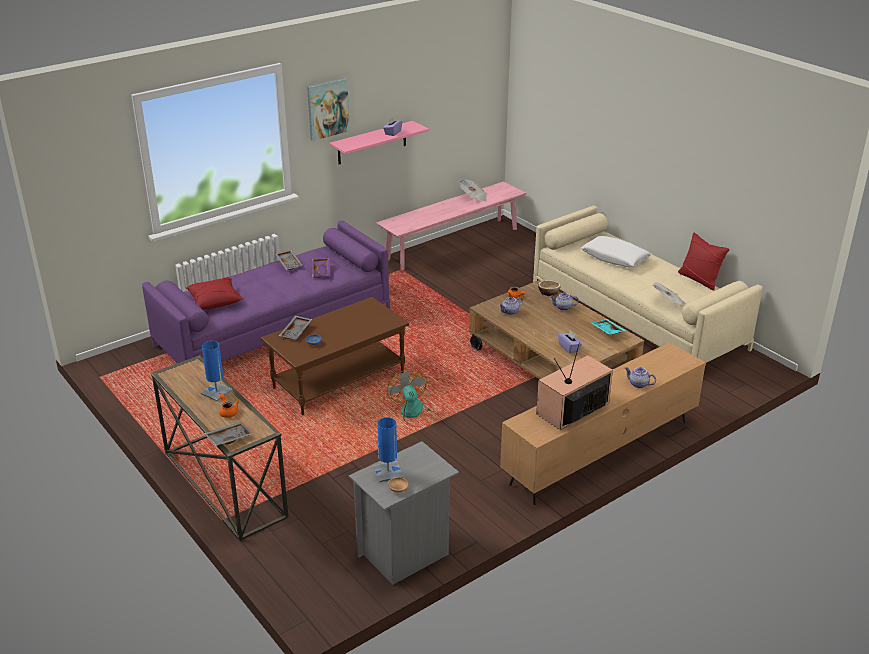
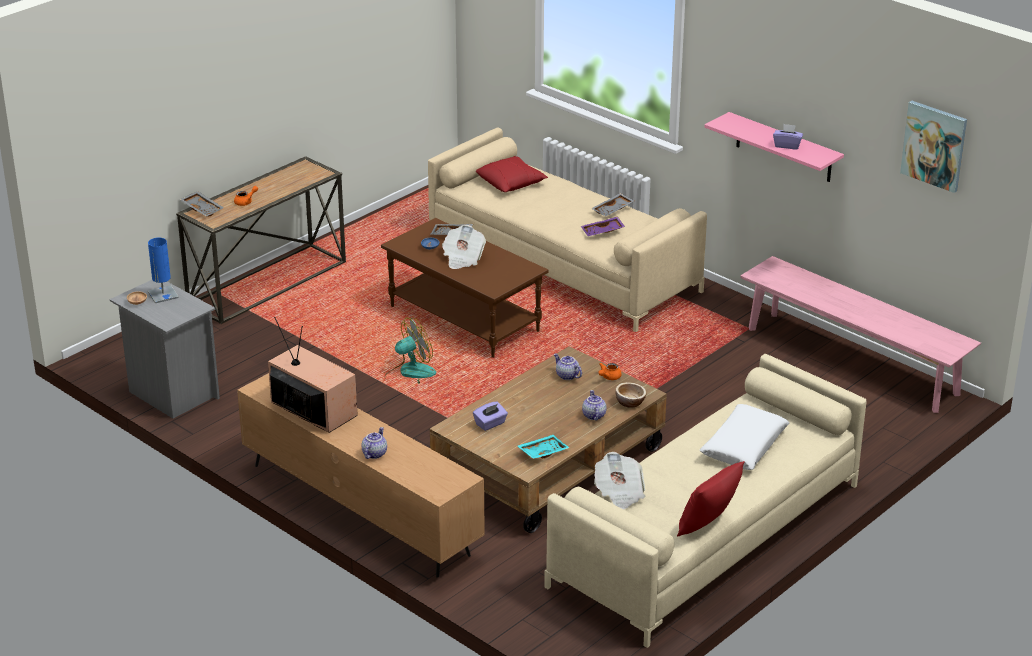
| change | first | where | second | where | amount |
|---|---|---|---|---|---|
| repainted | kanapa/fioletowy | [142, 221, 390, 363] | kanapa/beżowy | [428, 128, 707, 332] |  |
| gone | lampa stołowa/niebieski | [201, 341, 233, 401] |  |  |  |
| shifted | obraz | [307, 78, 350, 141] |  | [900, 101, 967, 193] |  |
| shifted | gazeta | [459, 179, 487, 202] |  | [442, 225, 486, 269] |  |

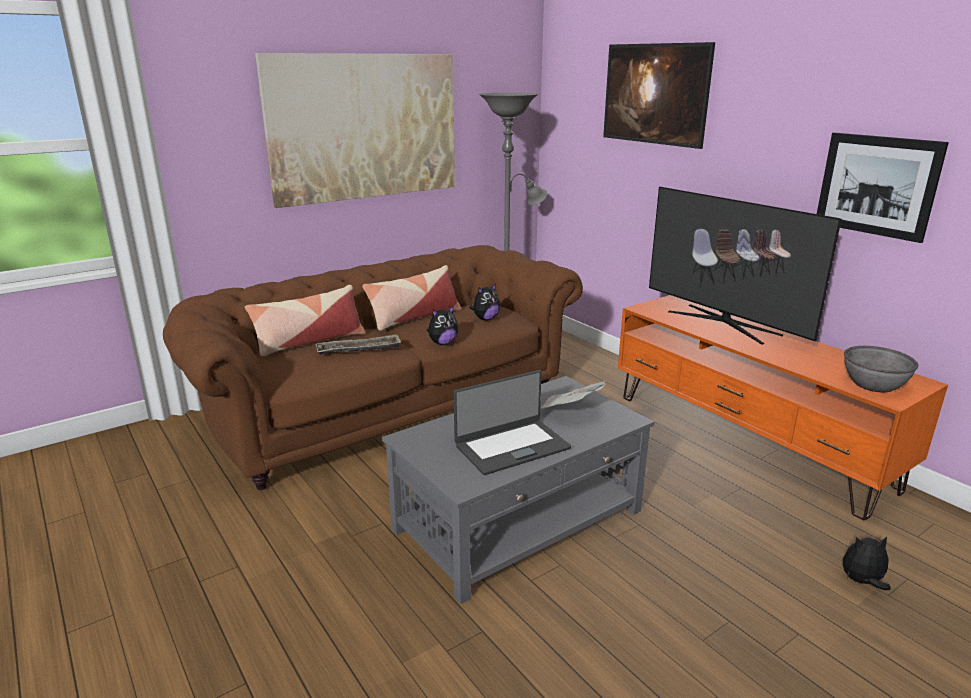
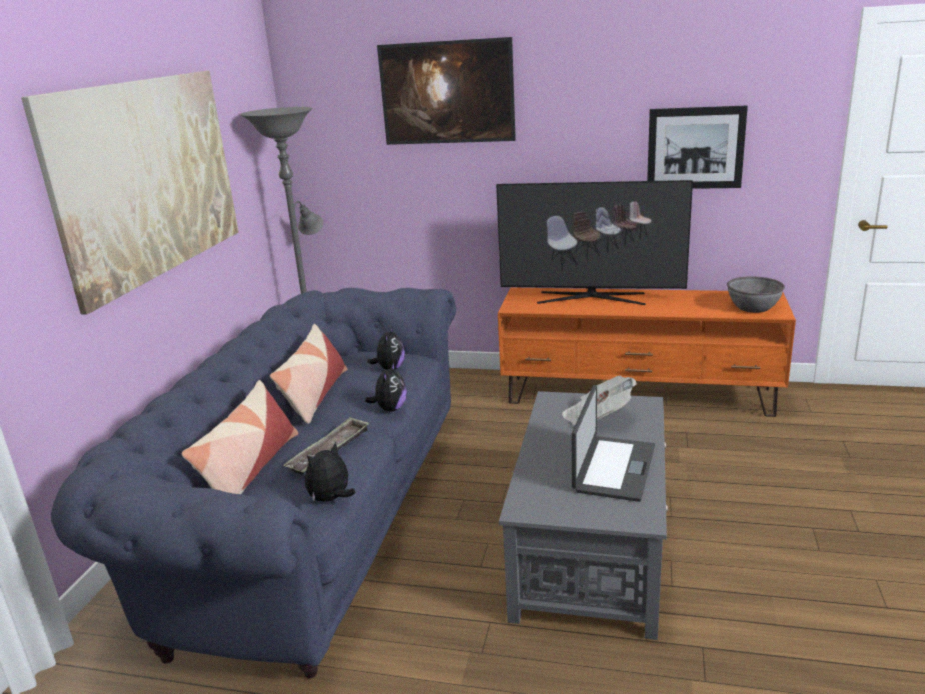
| change | first | where | second | where | amount |
|---|---|---|---|---|---|
| repainted | kanapa/brązowy | [163, 245, 583, 490] | kanapa/niebieski | [51, 288, 456, 678] |  |
| shifted | pluszak | [843, 537, 891, 590] |  | [305, 442, 355, 503] |  |

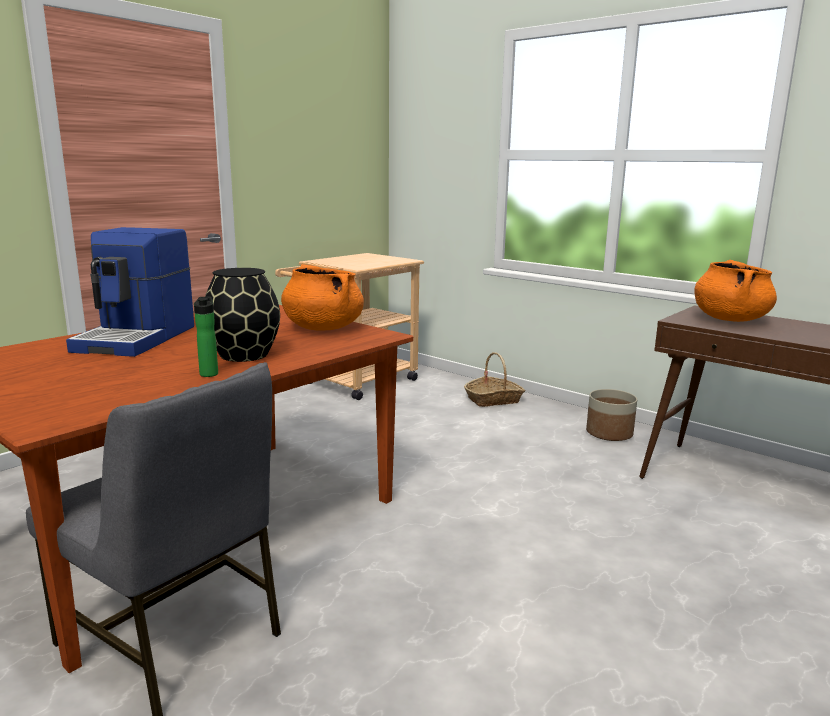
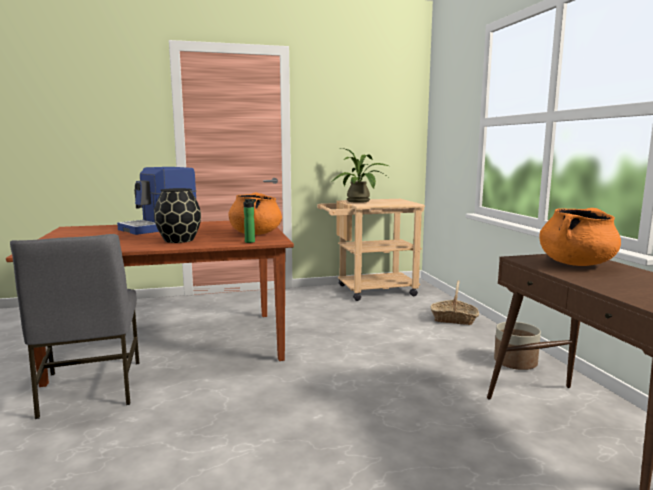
| change | first | where | second | where | amount |
|---|---|---|---|---|---|
| shifted | butelka | [194, 297, 218, 377] |  | [244, 199, 256, 243] |  |
| new |  |  | roślina doniczkowa | [331, 148, 388, 203] |  |

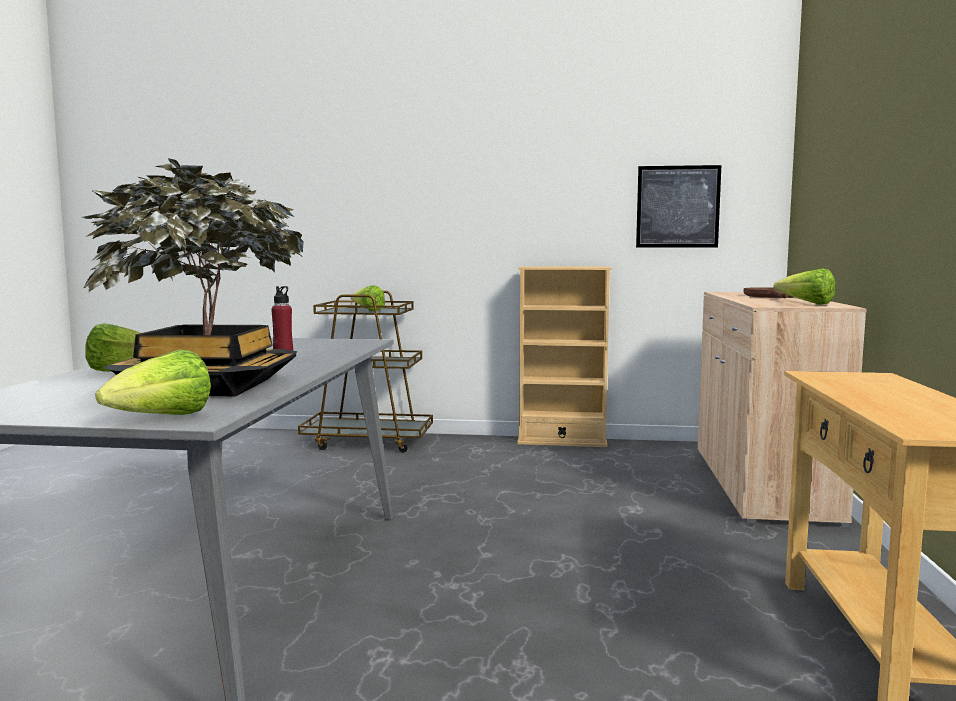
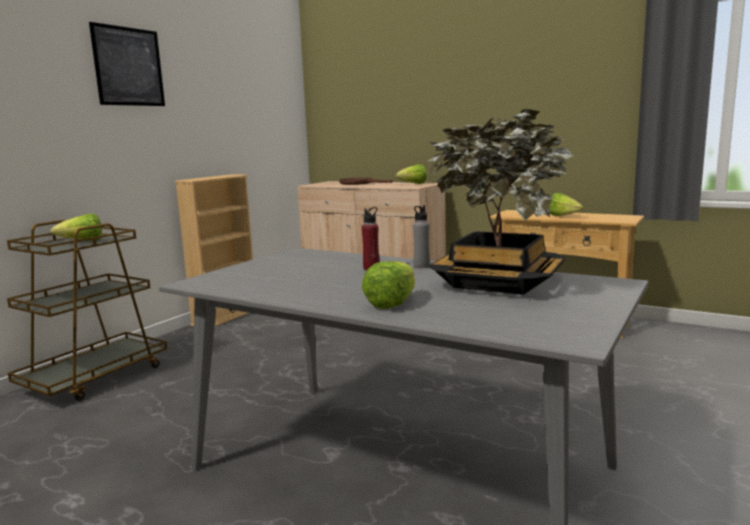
| change | first | where | second | where | amount |
|---|---|---|---|---|---|
| shifted | sałata | [96, 350, 211, 415] |  | [549, 193, 584, 216] |  |
| shifted | obraz | [636, 165, 721, 248] |  | [89, 22, 165, 106] |  |
| new |  |  | butelka/szary | [413, 205, 430, 268] |  |

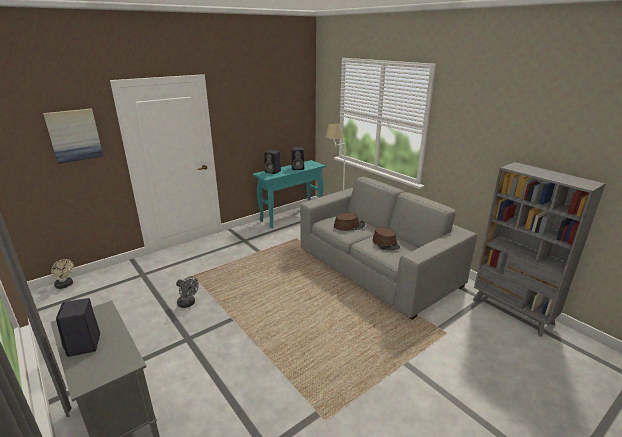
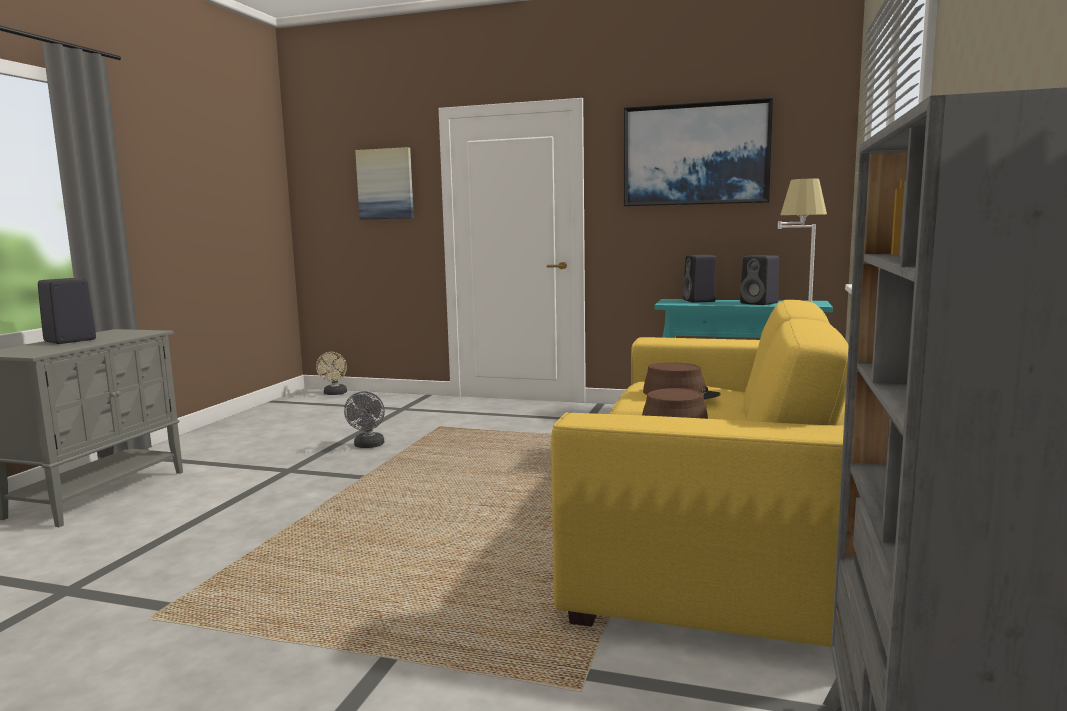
| change | first | where | second | where | amount |
|---|---|---|---|---|---|
| repainted | kanapa/szary | [300, 177, 477, 320] | kanapa/żółty | [551, 300, 849, 647] |  |
| new |  |  | obraz | [624, 98, 773, 206] |  |

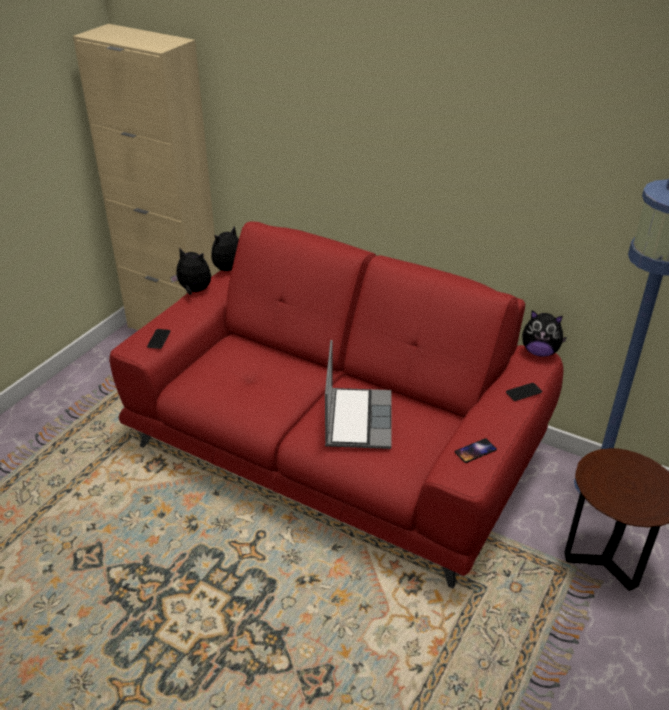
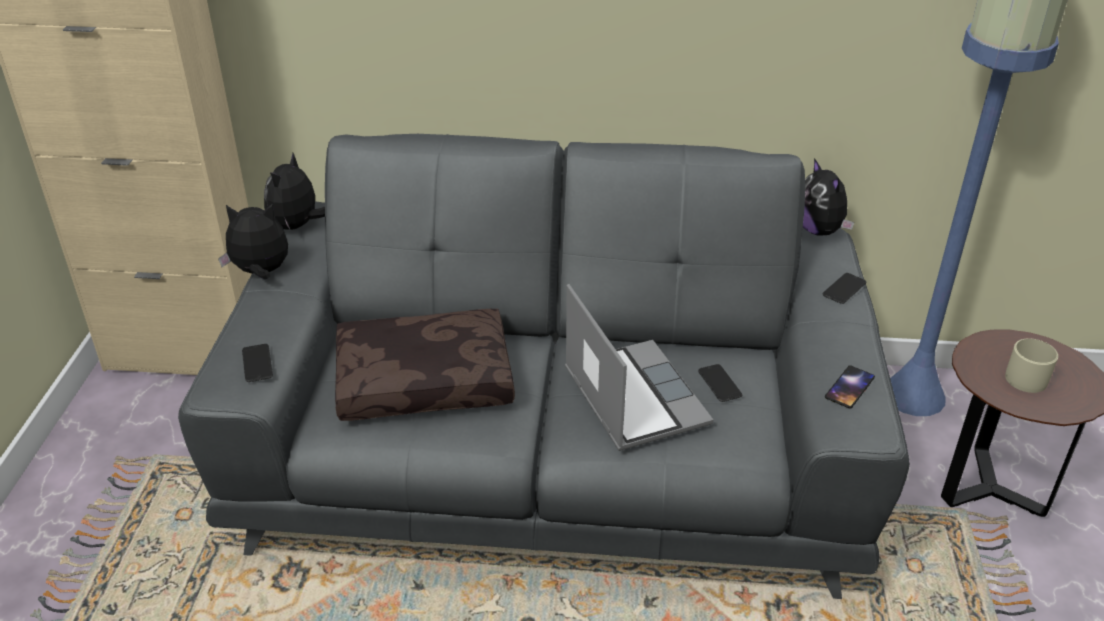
| change | first | where | second | where | amount |
|---|---|---|---|---|---|
| repainted | kanapa/czerwony | [109, 222, 564, 589] | kanapa/szary | [178, 134, 910, 599] |  |
| rotated | pluszak | [522, 310, 567, 357] |  | [803, 158, 854, 236] | 75 degrees clockwise |
| new |  |  | poduszka/brązowy | [335, 309, 515, 421] |  |
| new |  |  | telefon | [698, 364, 742, 402] |  |
| new |  |  | kubek/beżowy | [1005, 338, 1058, 393] |  |

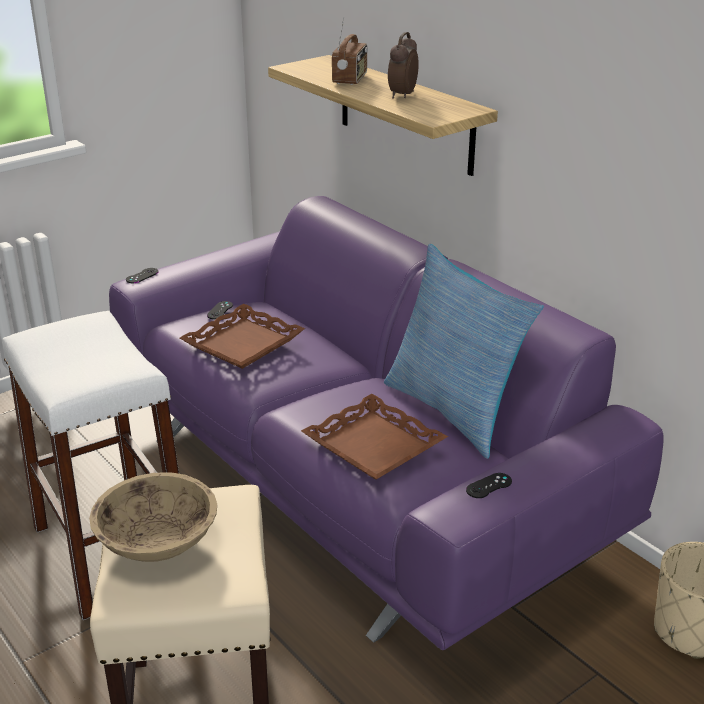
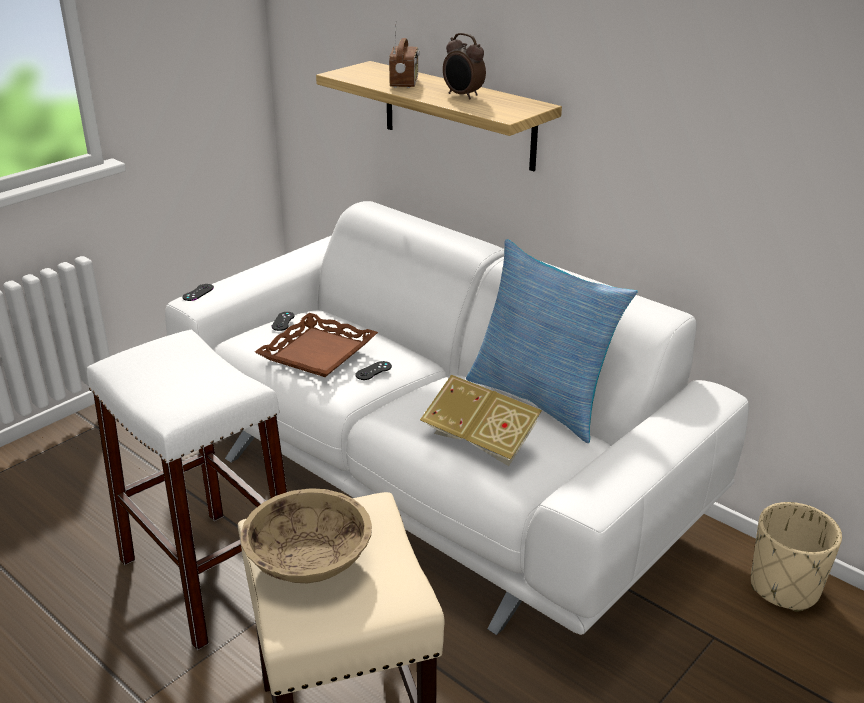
| change | first | where | second | where | amount |
|---|---|---|---|---|---|
| repainted | kanapa/fioletowy | [109, 196, 664, 650] | kanapa/biały | [165, 201, 749, 635] |  |
| swapped | taca/brązowy | [301, 394, 448, 480] | książka | [420, 375, 542, 466] |  |
| rotated | budzik | [388, 32, 419, 99] |  | [443, 33, 486, 99] | 60 degrees counterclockwise |
| shifted | pad do gier/czarny | [466, 473, 512, 498] |  | [355, 361, 392, 380] |  |

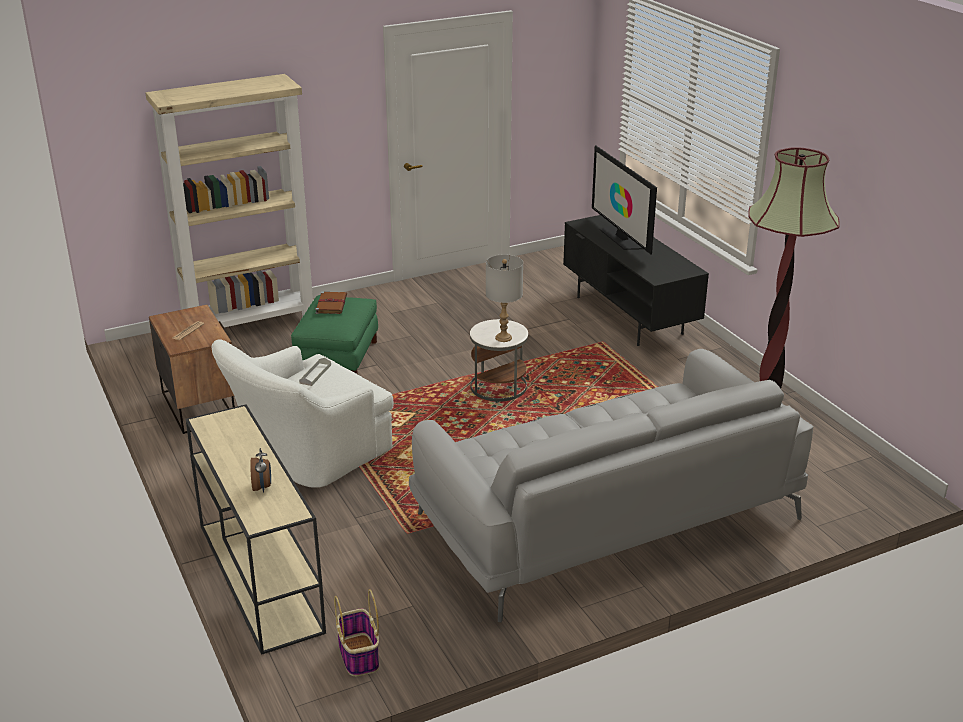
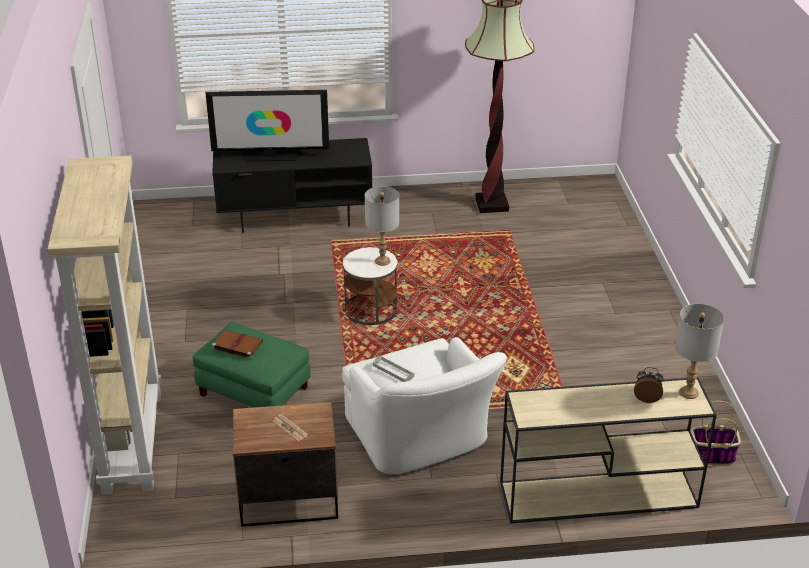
| change | first | where | second | where | amount |
|---|---|---|---|---|---|
| gone | kanapa/szary | [409, 349, 814, 622] |  |  |  |
| new |  |  | lampa stołowa/szary | [675, 303, 724, 399] |  |

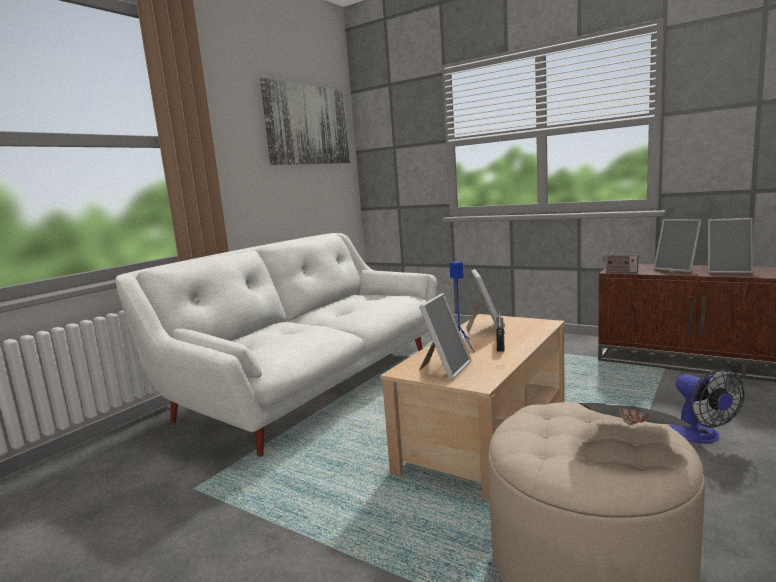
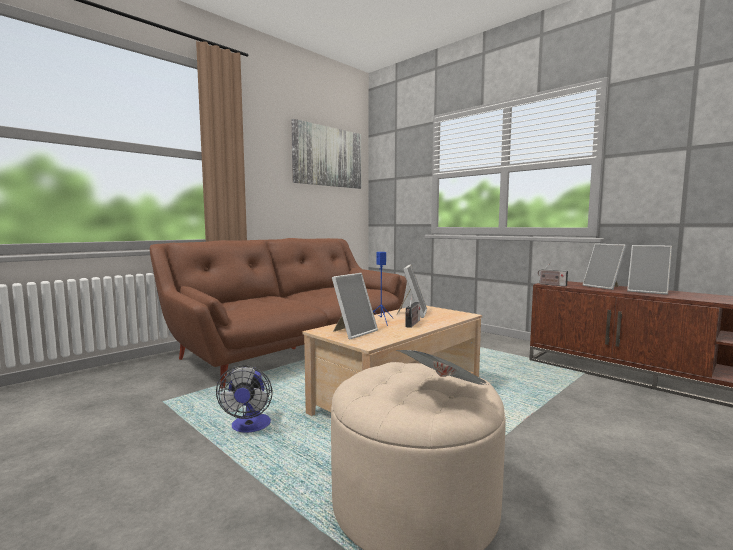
| change | first | where | second | where | amount |
|---|---|---|---|---|---|
| repainted | kanapa/biały | [116, 233, 437, 457] | kanapa/brązowy | [150, 238, 407, 388] |  |
| shifted | wentylator | [670, 369, 745, 443] |  | [216, 366, 273, 433] |  |

